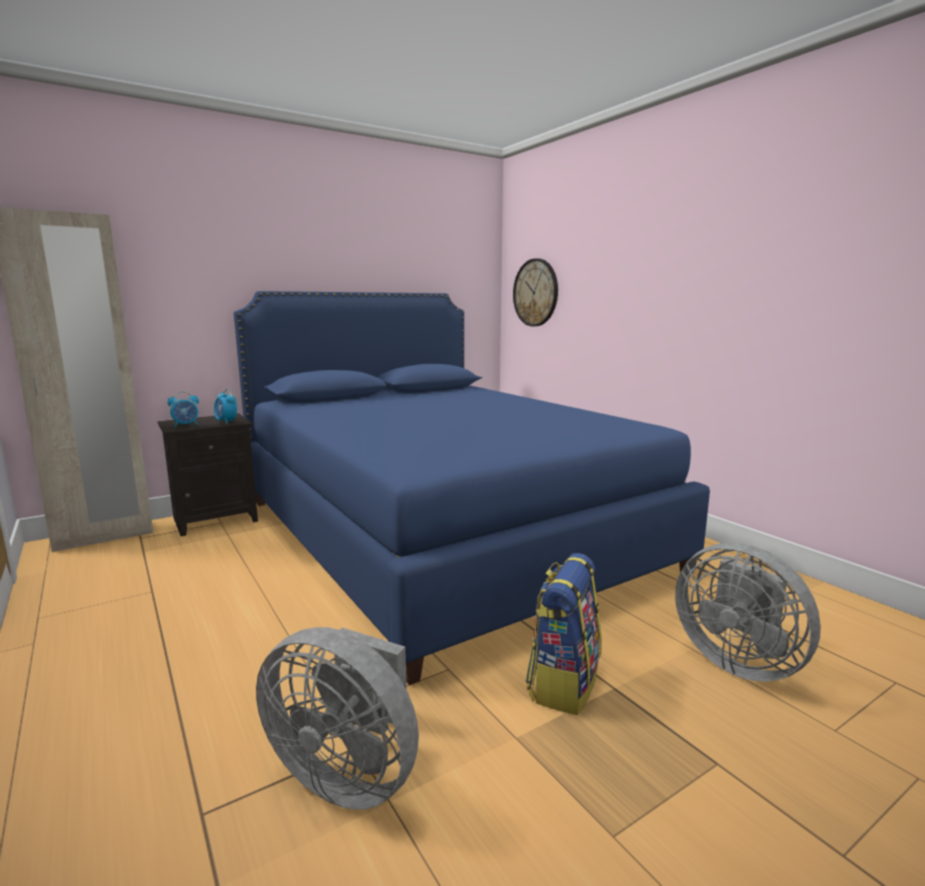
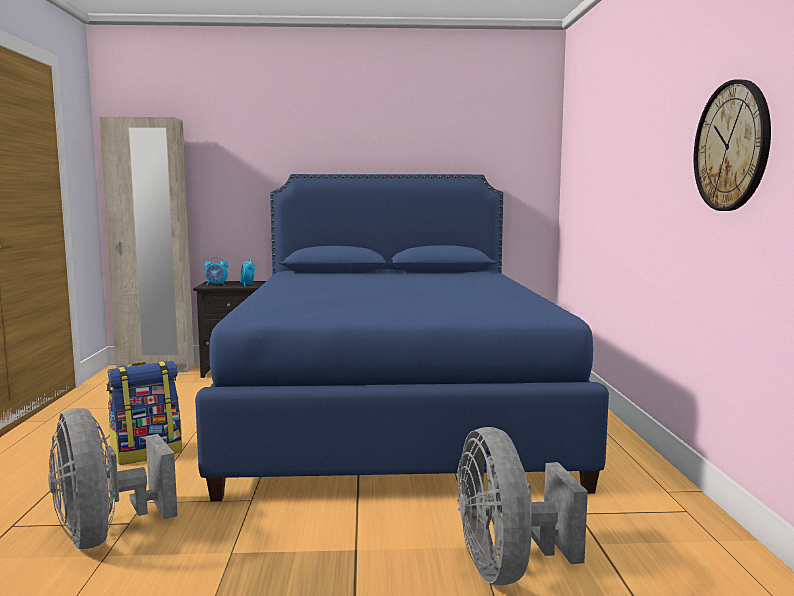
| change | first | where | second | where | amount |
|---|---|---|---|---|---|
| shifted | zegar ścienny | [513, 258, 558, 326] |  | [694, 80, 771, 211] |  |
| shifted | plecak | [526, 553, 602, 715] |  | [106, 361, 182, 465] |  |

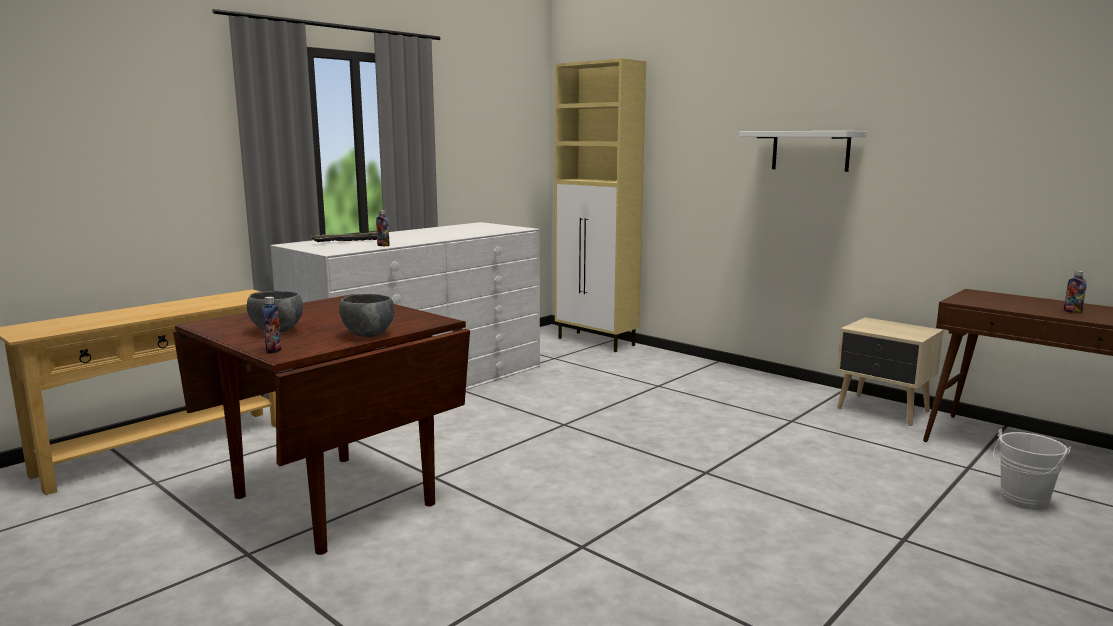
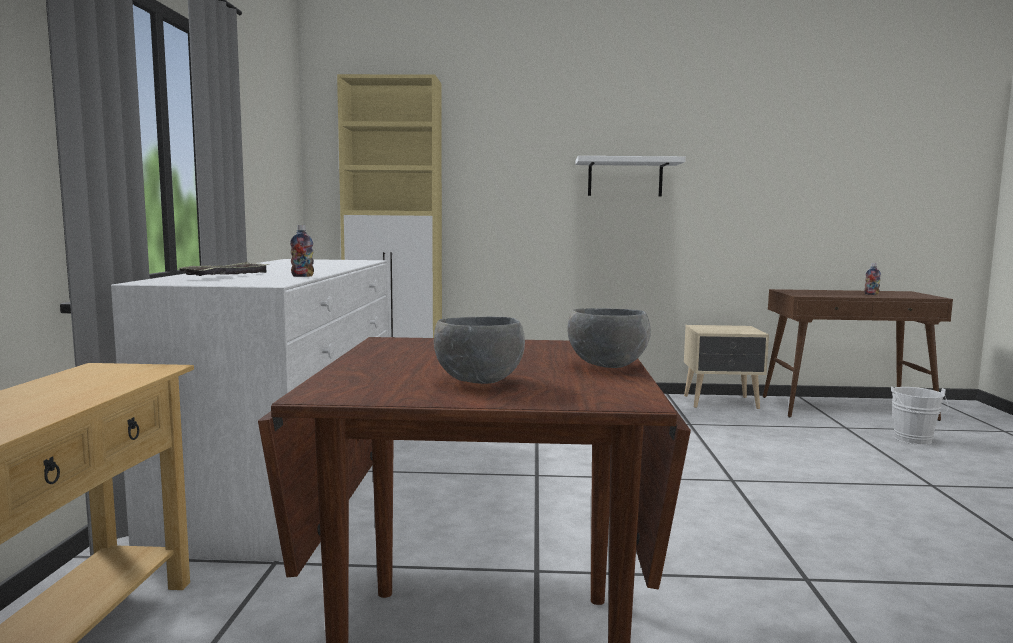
| change | first | where | second | where | amount |
|---|---|---|---|---|---|
| gone | butelka | [262, 297, 281, 354] |  |  |  |

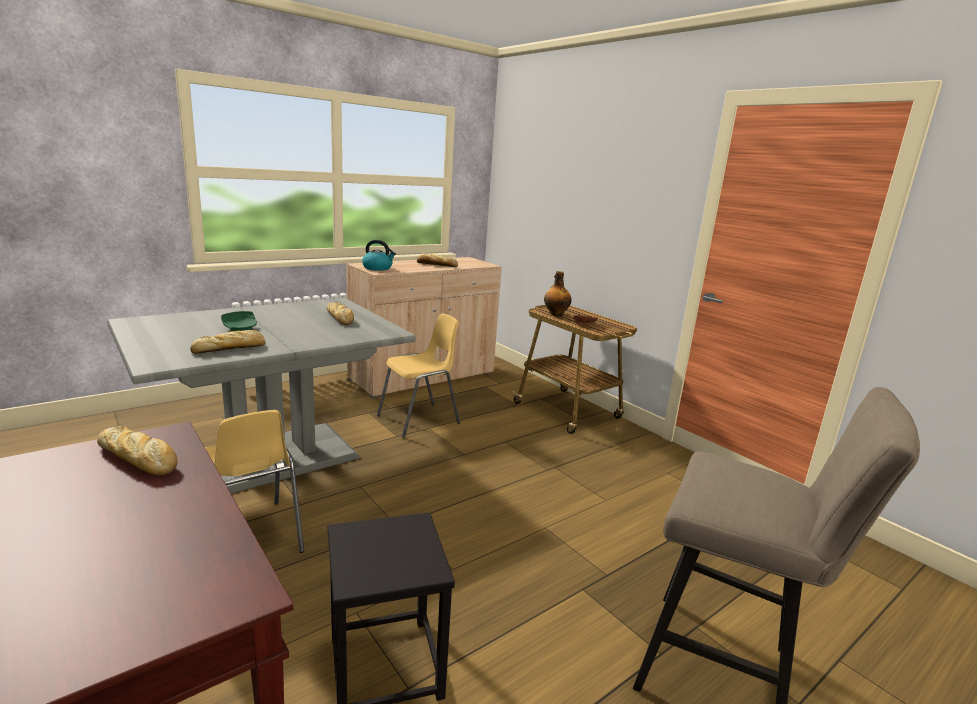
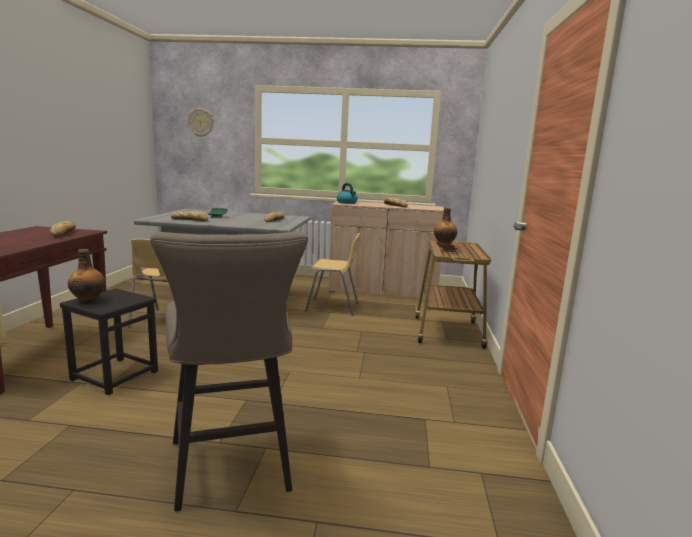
| change | first | where | second | where | amount |
|---|---|---|---|---|---|
| new |  |  | butelka | [68, 249, 105, 304] |  |
| new |  |  | zegar ścienny | [188, 108, 214, 137] |  |

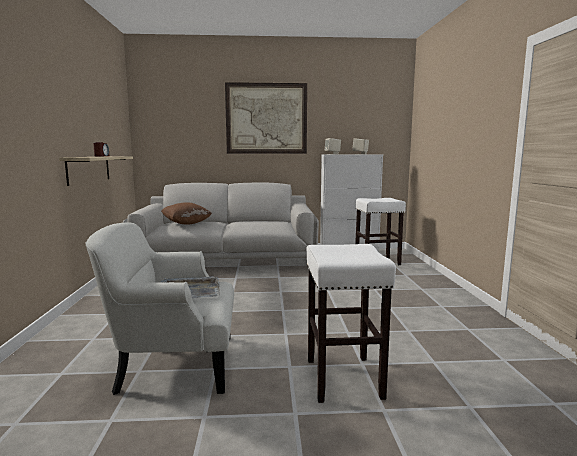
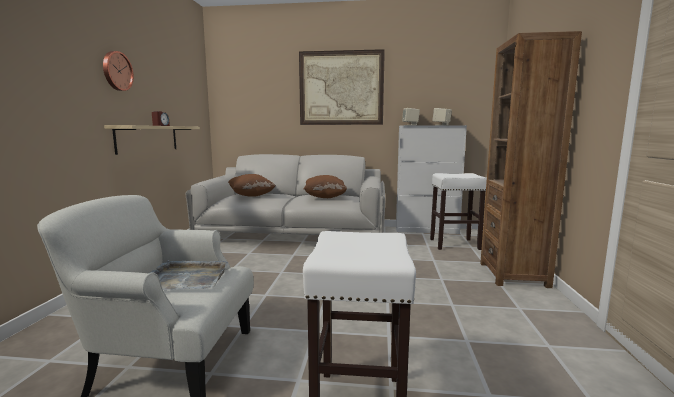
| change | first | where | second | where | amount |
|---|---|---|---|---|---|
| new |  |  | zegar ścienny | [103, 51, 134, 91] |  |
| new |  |  | poduszka/brązowy | [303, 175, 347, 198] |  |
| new |  |  | regał/brązowy | [480, 31, 582, 288] |  |

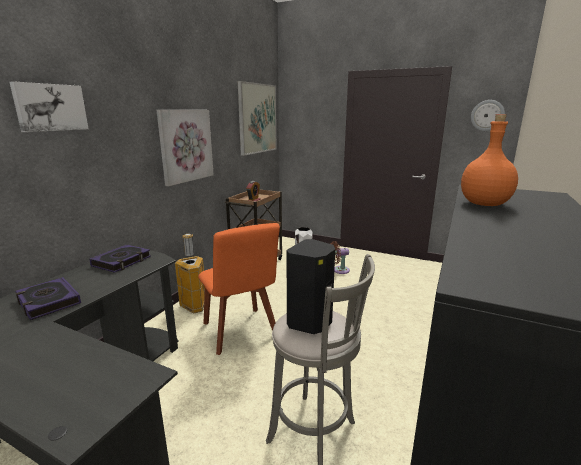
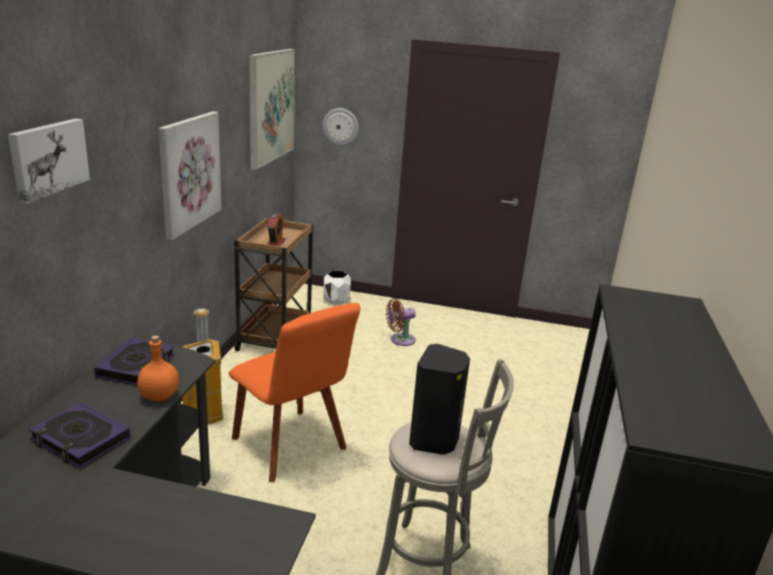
| change | first | where | second | where | amount |
|---|---|---|---|---|---|
| shifted | butelka/pomarańczowy | [461, 114, 518, 206] |  | [137, 335, 179, 401] |  |
| shifted | zegar ścienny | [471, 100, 505, 131] |  | [323, 108, 359, 146] |  |

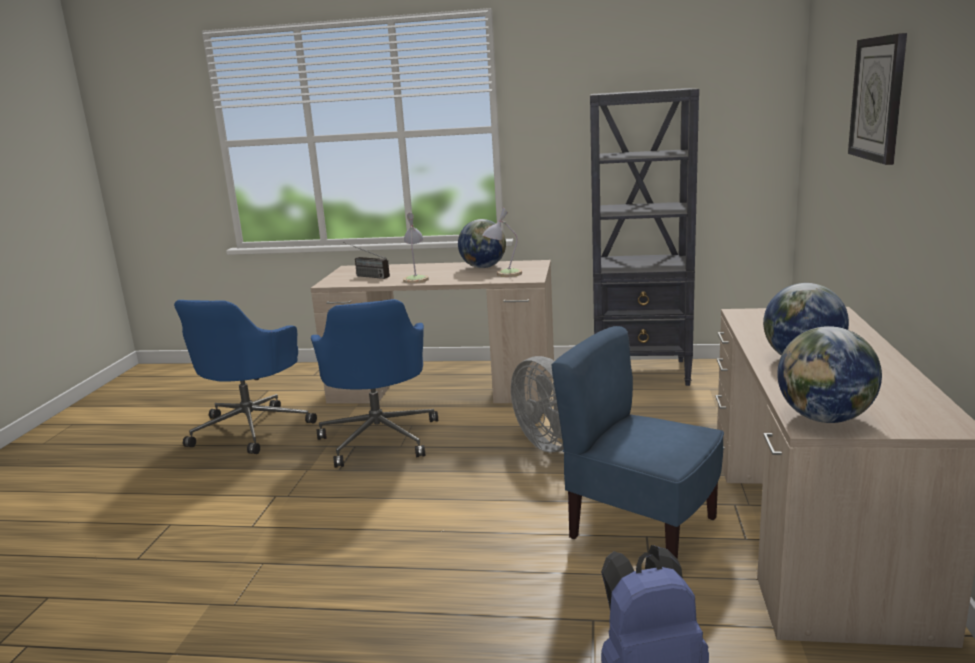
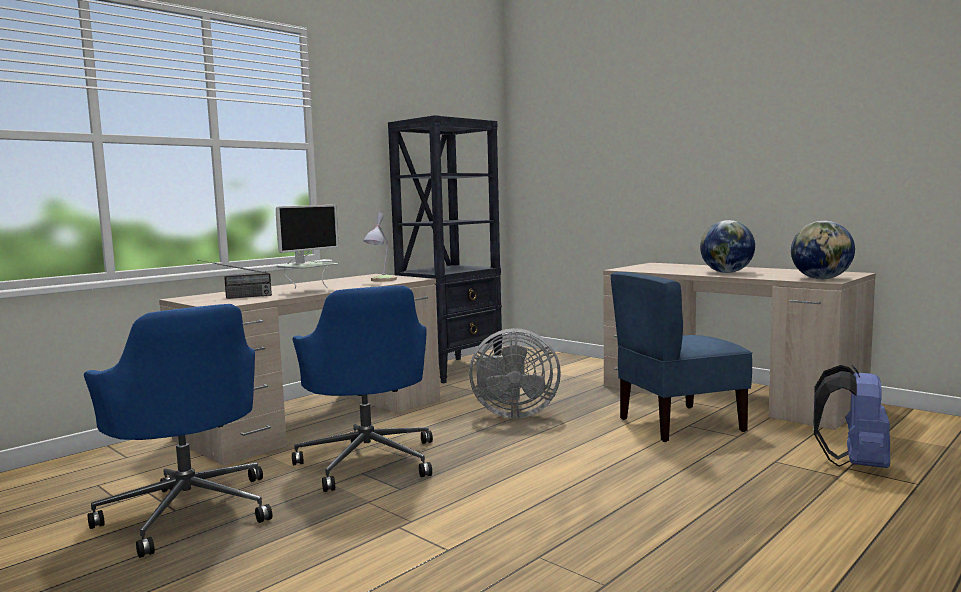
| change | first | where | second | where | amount |
|---|---|---|---|---|---|
| rotated | krzesło biurowe/niebieski | [311, 299, 438, 468] |  | [292, 286, 433, 492] | 45 degrees clockwise |
| swapped | lampa stołowa | [403, 213, 429, 284] | monitor | [276, 205, 339, 288] |  |
| gone | globus | [458, 219, 506, 268] |  |  |  |
| gone | zegar ścienny | [848, 33, 907, 165] |  |  |  |

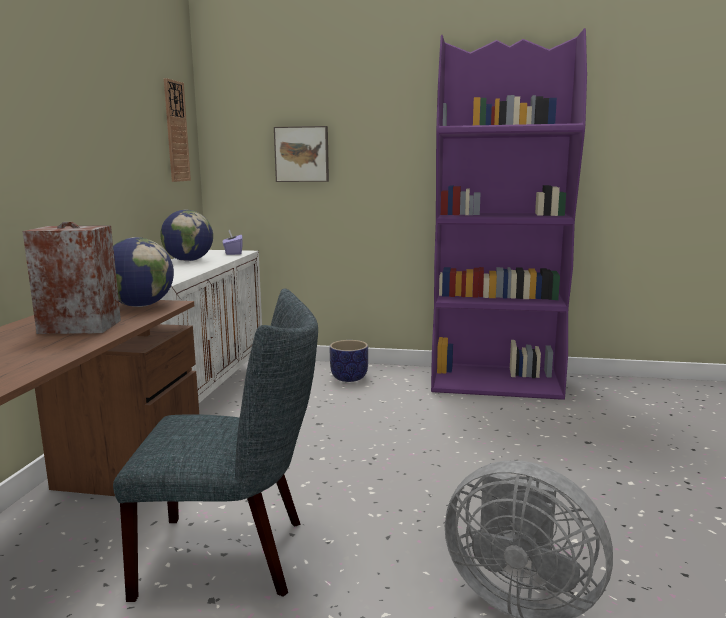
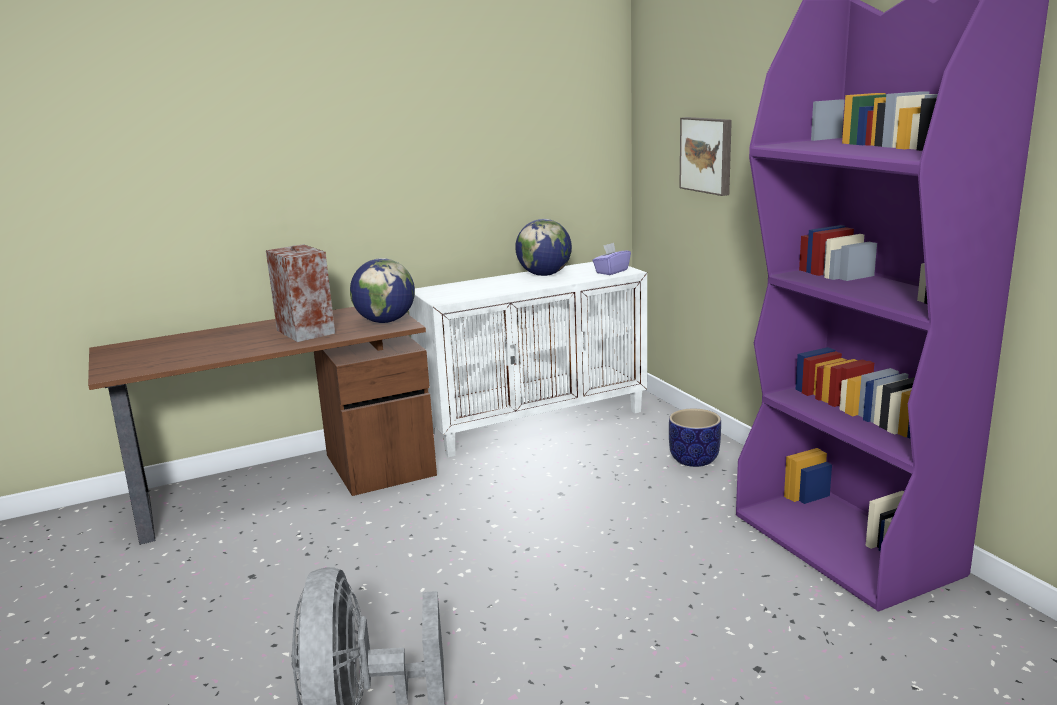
| change | first | where | second | where | amount |
|---|---|---|---|---|---|
| gone | krzesło/szary | [113, 288, 318, 602] |  |  |  |
| gone | zegar ścienny | [164, 78, 191, 182] |  |  |  |

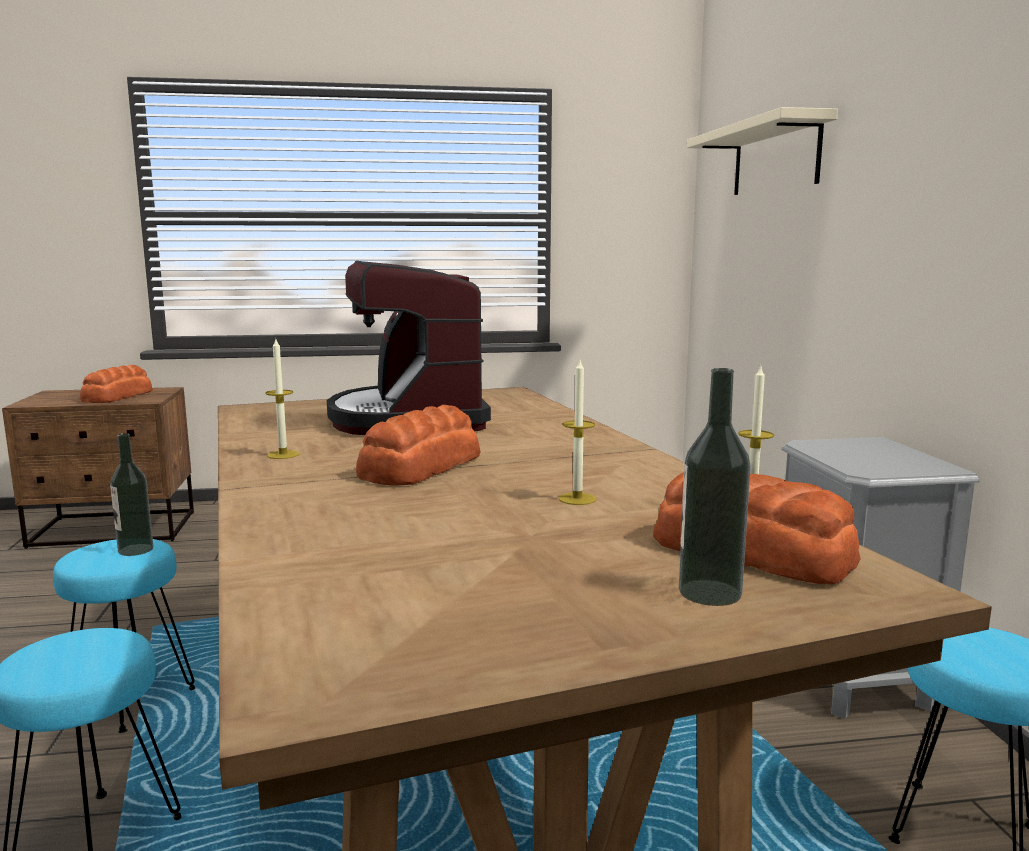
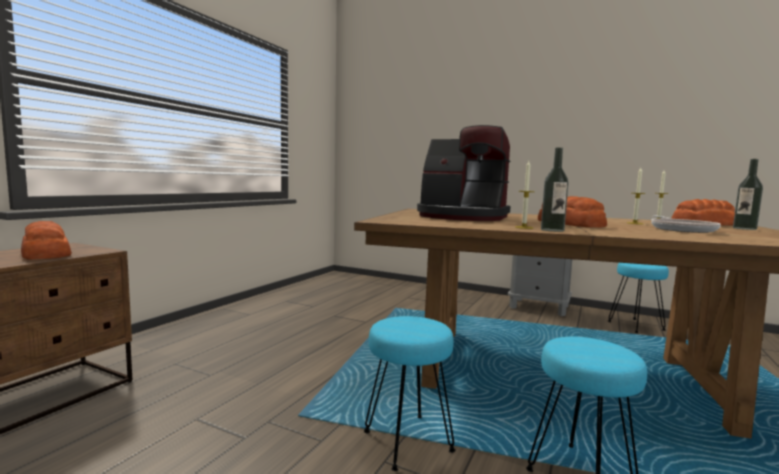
| change | first | where | second | where | amount |
|---|---|---|---|---|---|
| shifted | butelka | [110, 433, 153, 556] |  | [541, 147, 569, 232] |  |
| gone | półka/beżowy | [686, 107, 838, 195] |  |  |  |
| new |  |  | patelnia | [651, 216, 721, 233] |  |

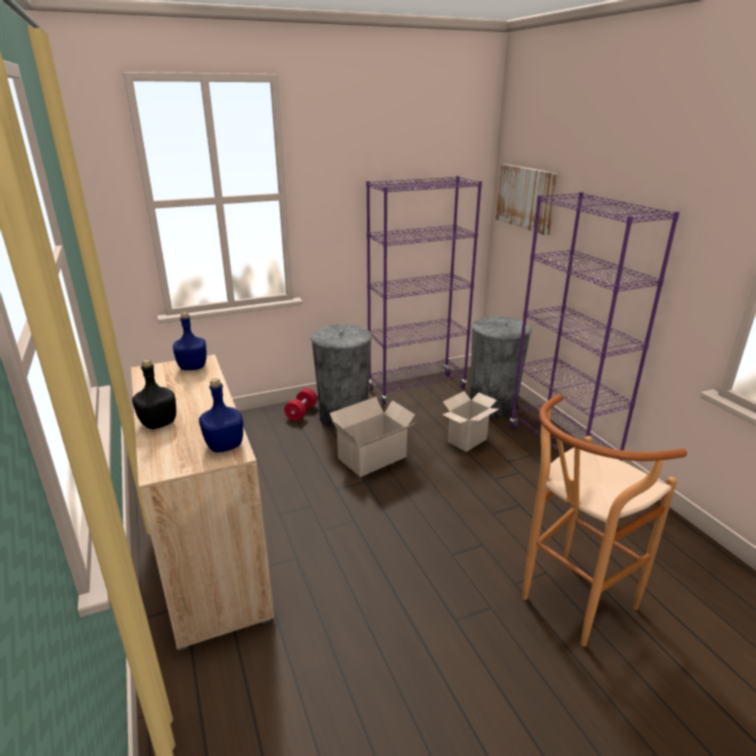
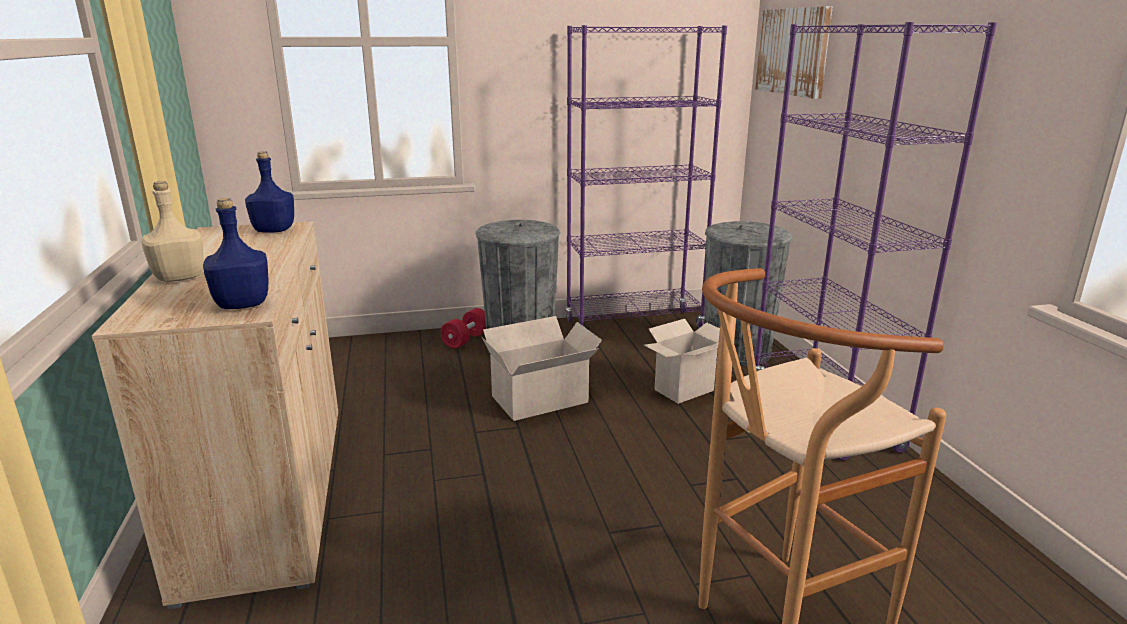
| change | first | where | second | where | amount |
|---|---|---|---|---|---|
| repainted | butelka/czarny | [132, 360, 176, 429] | butelka/beżowy | [141, 181, 204, 282] |  |

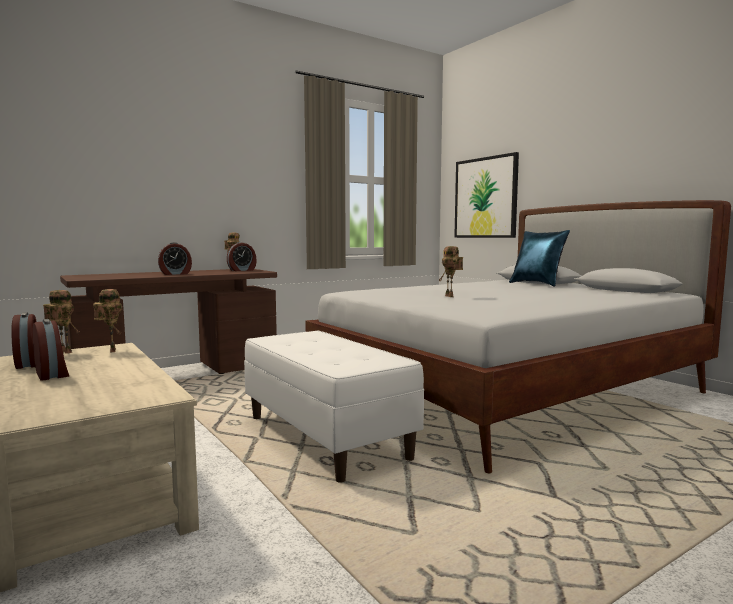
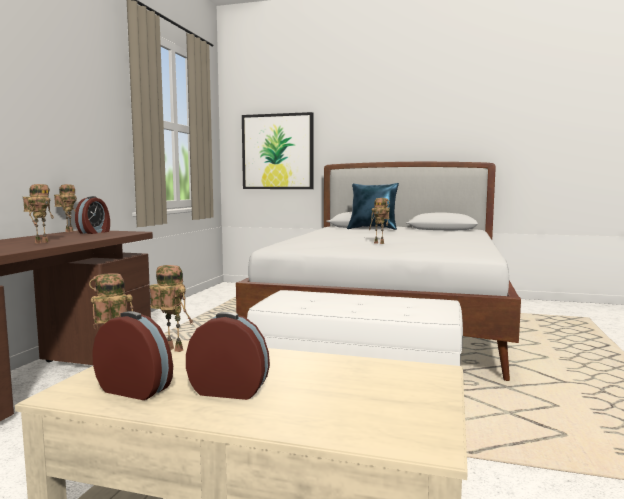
| change | first | where | second | where | amount |
|---|---|---|---|---|---|
| swapped | budzik | [158, 242, 192, 275] | robot zabawkowy | [23, 184, 54, 244] |  |

